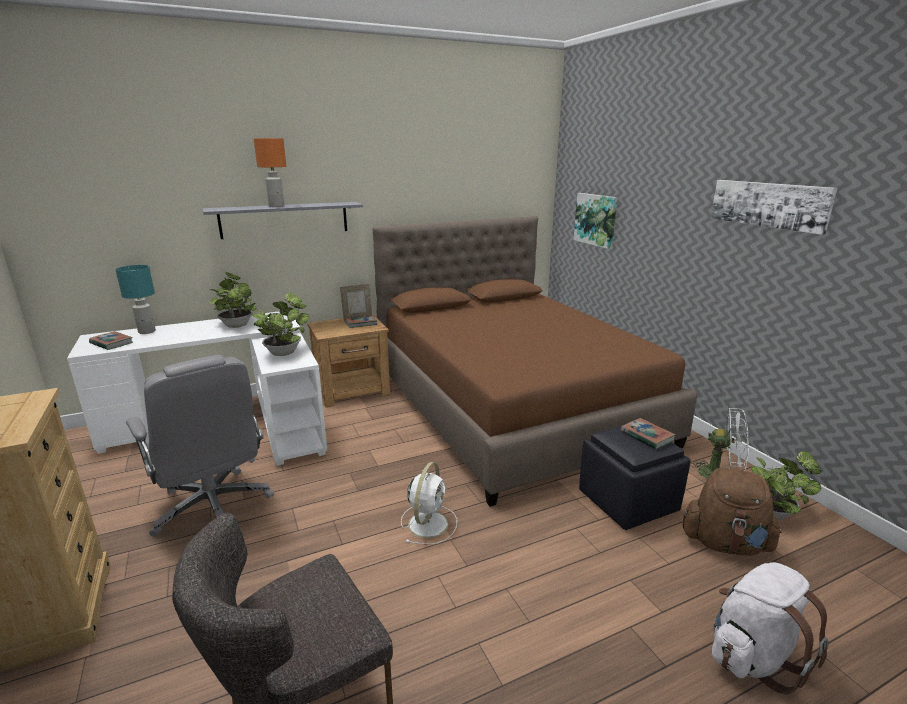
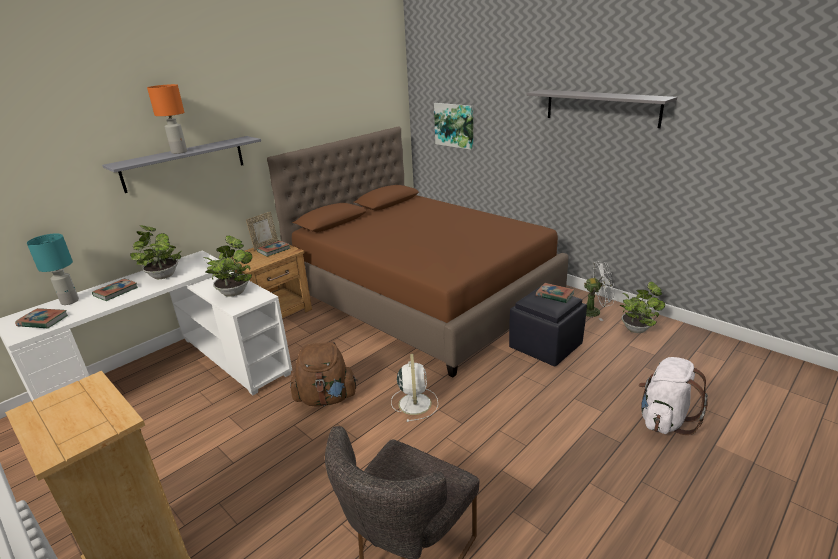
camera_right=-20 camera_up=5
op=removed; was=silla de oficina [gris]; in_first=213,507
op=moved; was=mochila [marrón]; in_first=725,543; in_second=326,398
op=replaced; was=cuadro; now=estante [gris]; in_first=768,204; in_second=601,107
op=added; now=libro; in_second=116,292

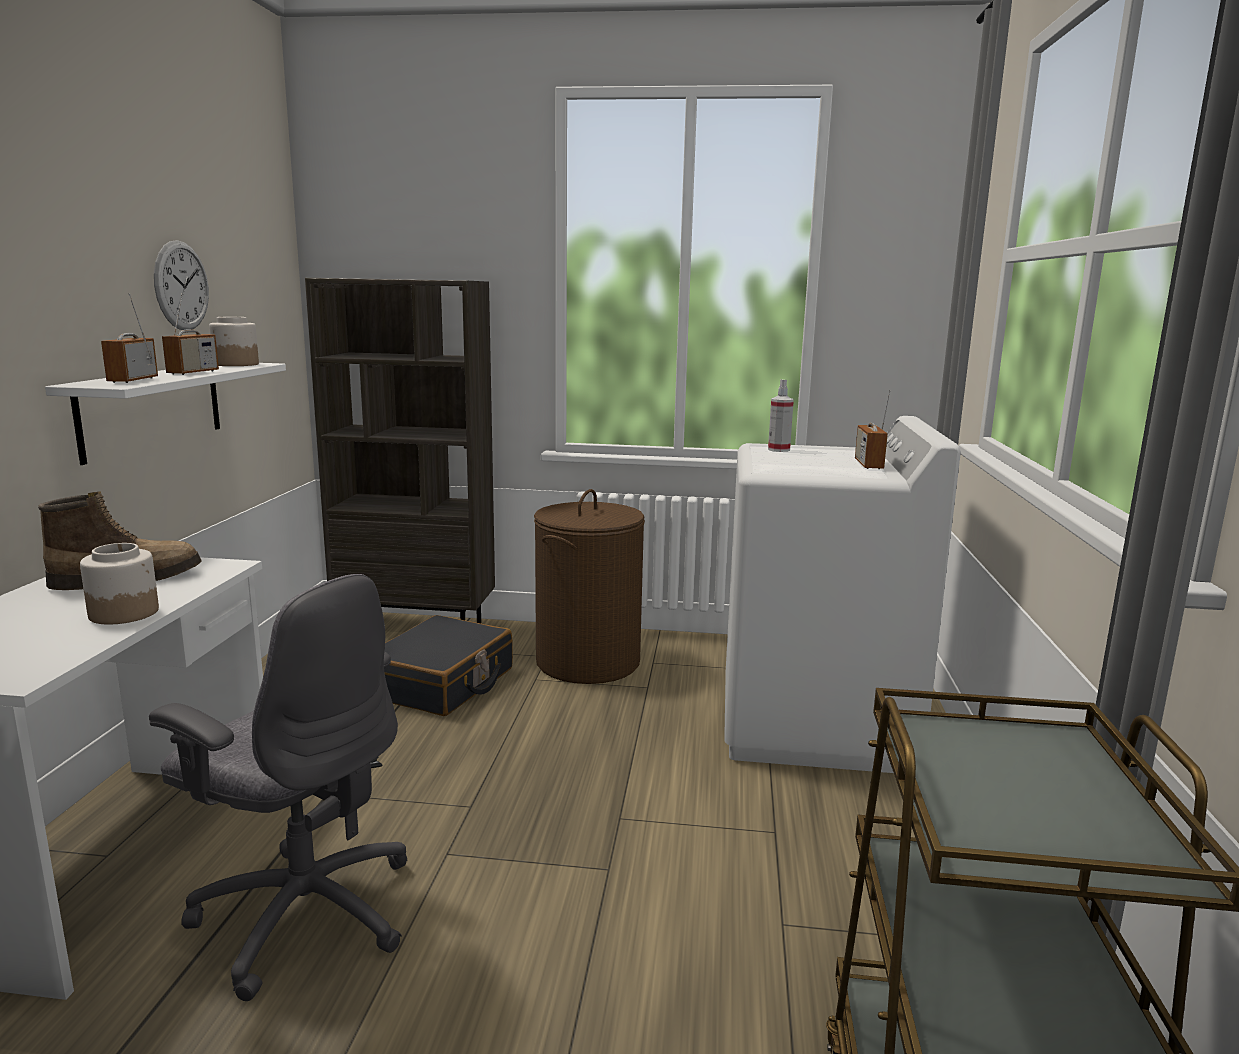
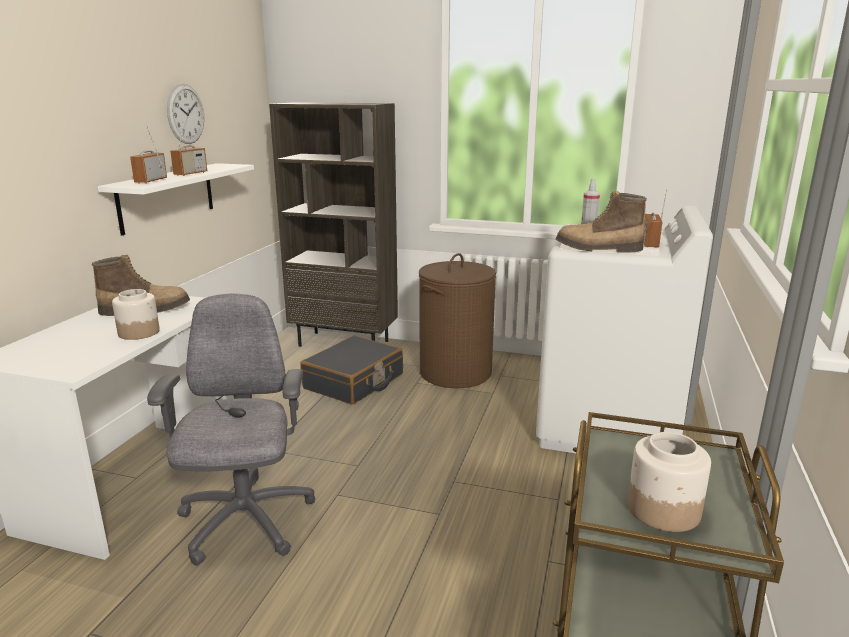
camera_right=10 camera_up=5
op=turned; was=silla de oficina [gris]; in_first=304,912; in_second=245,523; clockwise=-135
op=moved; was=tarro; in_first=235,364; in_second=662,509
op=added; now=bota; in_second=598,249

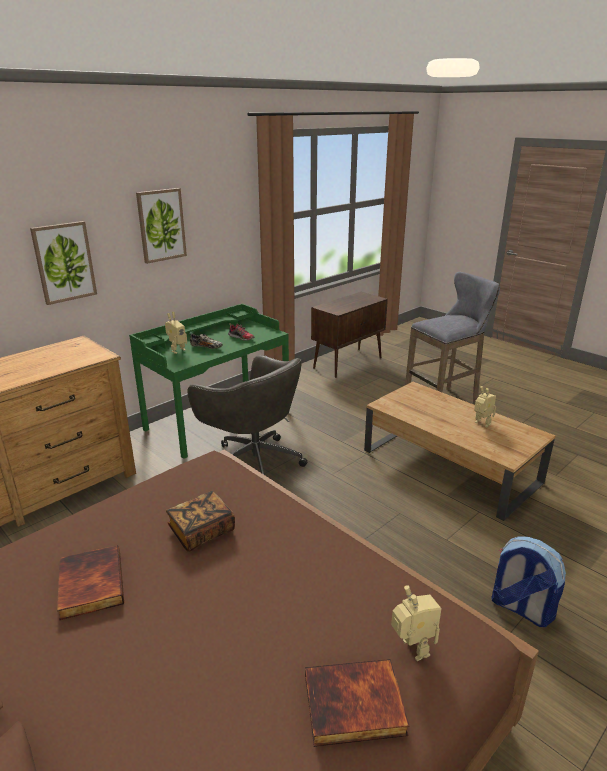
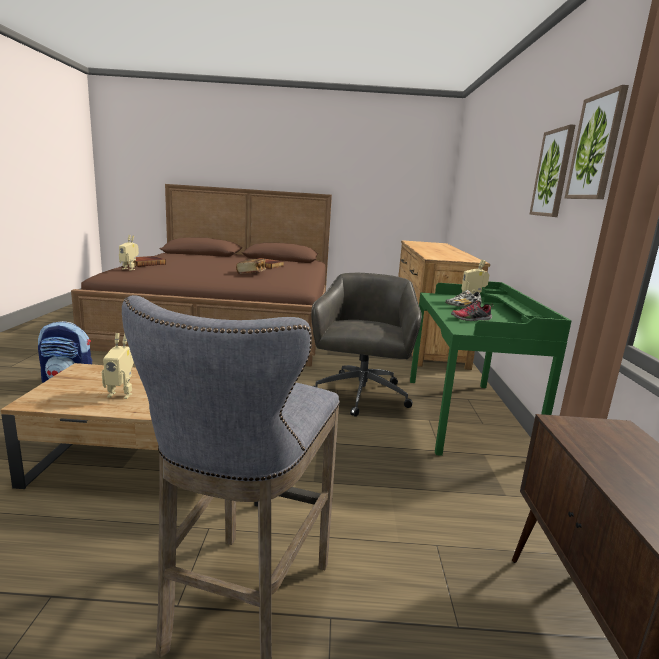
camera_right=135 camera_up=-10
op=moved; was=cuadro; in_first=64,262; in_second=596,147
op=turned; was=silla de oficina [gris]; in_first=253,461; in_second=361,396; clockwise=105

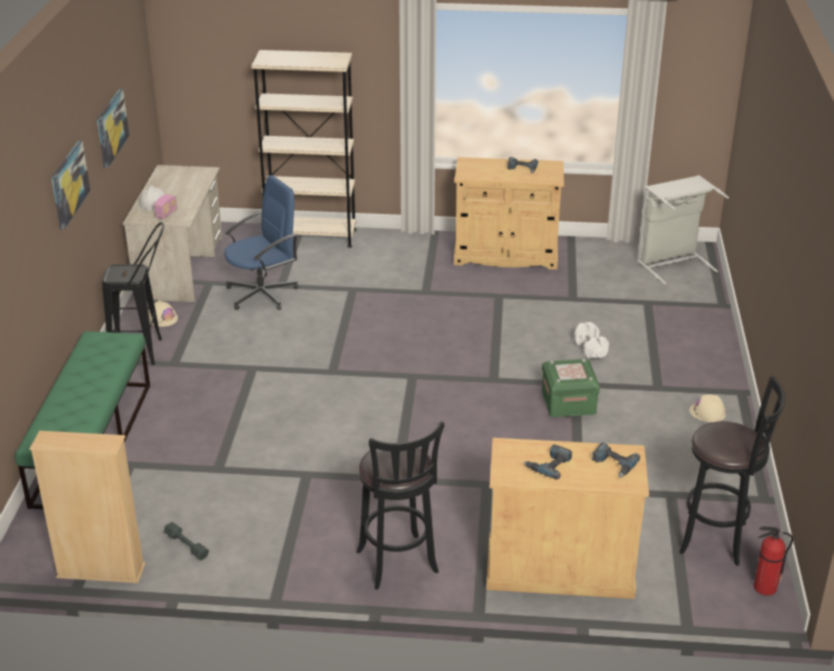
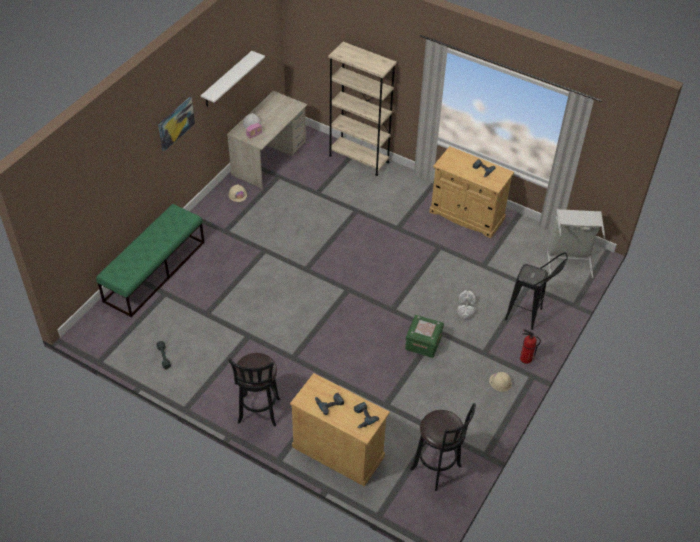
camera_right=25 camera_up=15
op=removed; was=estantería [beis]; in_first=101,571
op=replaced; was=cuadro; now=estante [blanco]; in_first=111,128; in_second=227,80
op=moved; was=taburete [negro]; in_first=145,352; in_second=529,316
op=removed; was=silla de oficina [azul]; in_first=263,294
op=moved; was=extintor; in_first=764,588; in_second=525,358

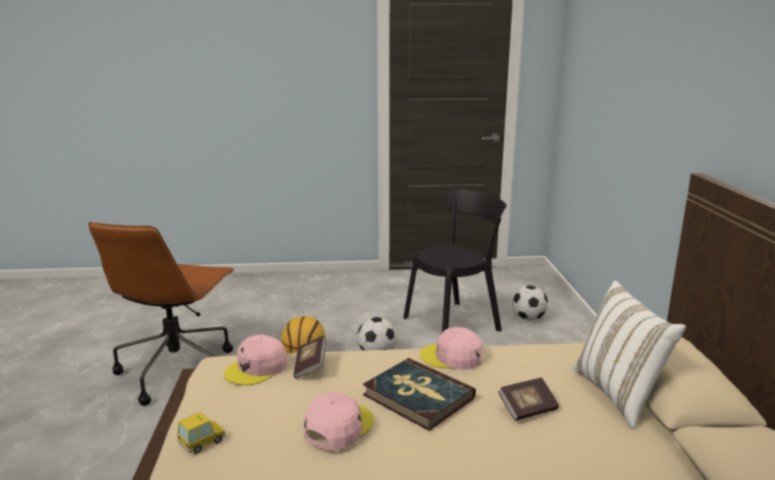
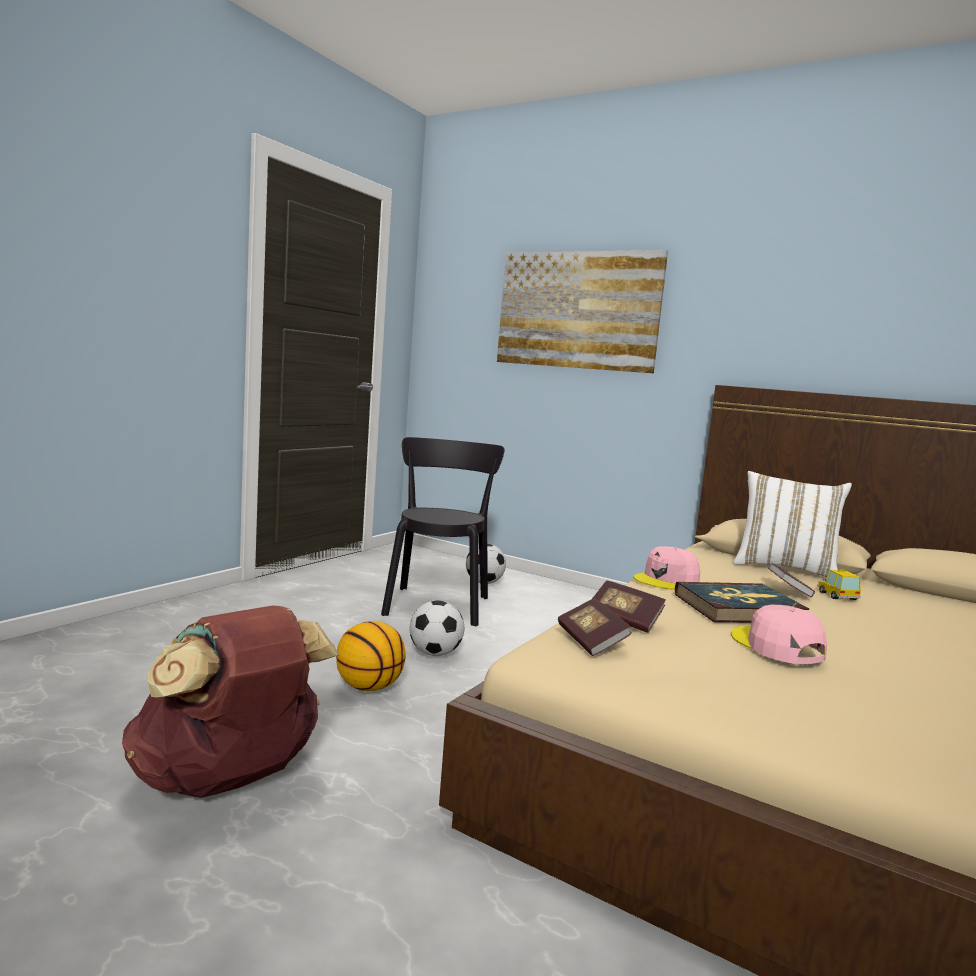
camera_right=-55 camera_up=-10
op=replaced; was=silla de oficina [marrón]; now=mochila [marrón]; in_first=177,370; in_second=229,780
op=moved; was=coche de juguete; in_first=202,442; in_second=837,596
op=replaced; was=gorra [rosa]; now=libro; in_first=257,368; in_second=591,641
op=added; now=cuadro; in_second=577,310

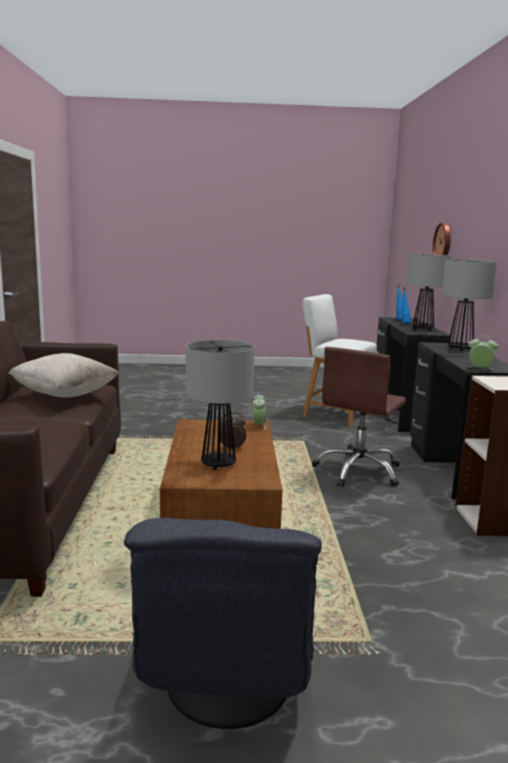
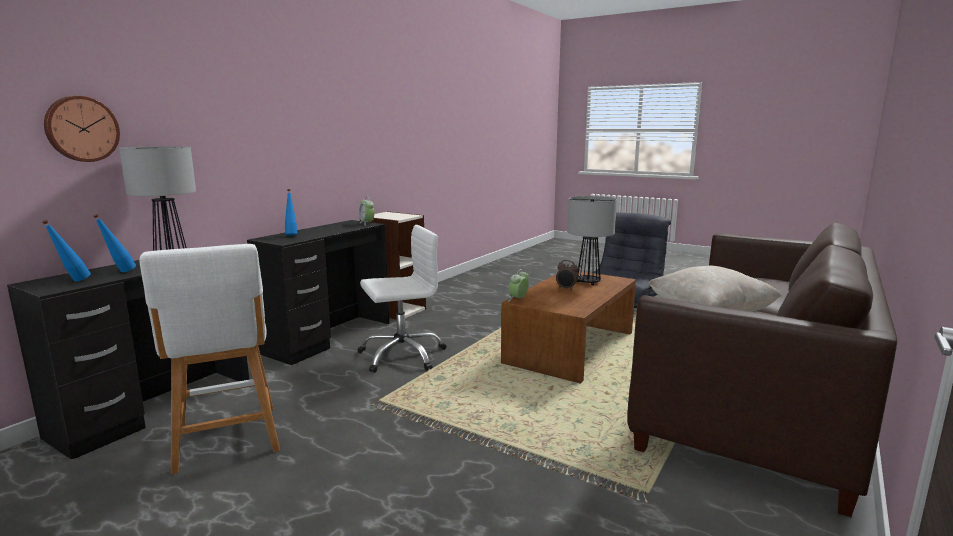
camera_right=-145 camera_up=0
op=recoloured; was=silla de oficina [marrón]; now=silla de oficina [blanco]; in_first=358,471; in_second=402,355
op=replaced; was=lámpara de mesa; now=botella [azul]; in_first=460,349; in_second=291,235

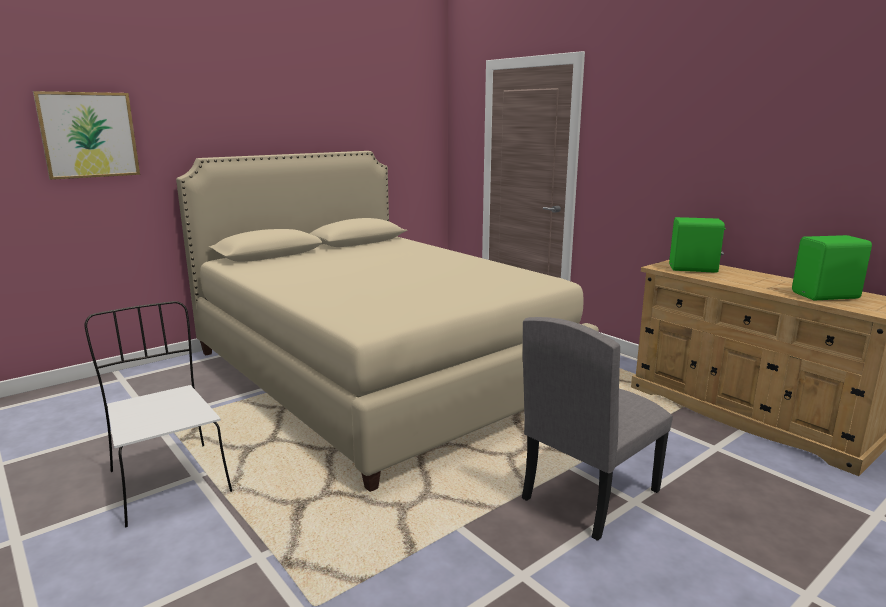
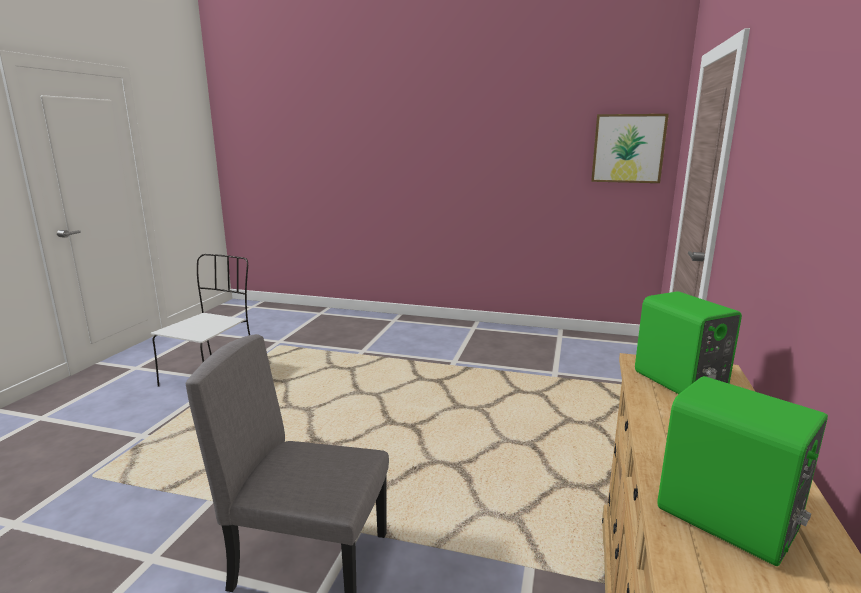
camera_right=55 camera_up=0
op=moved; was=cuadro; in_first=89,135; in_second=628,148
op=removed; was=cama [beis]; in_first=379,373

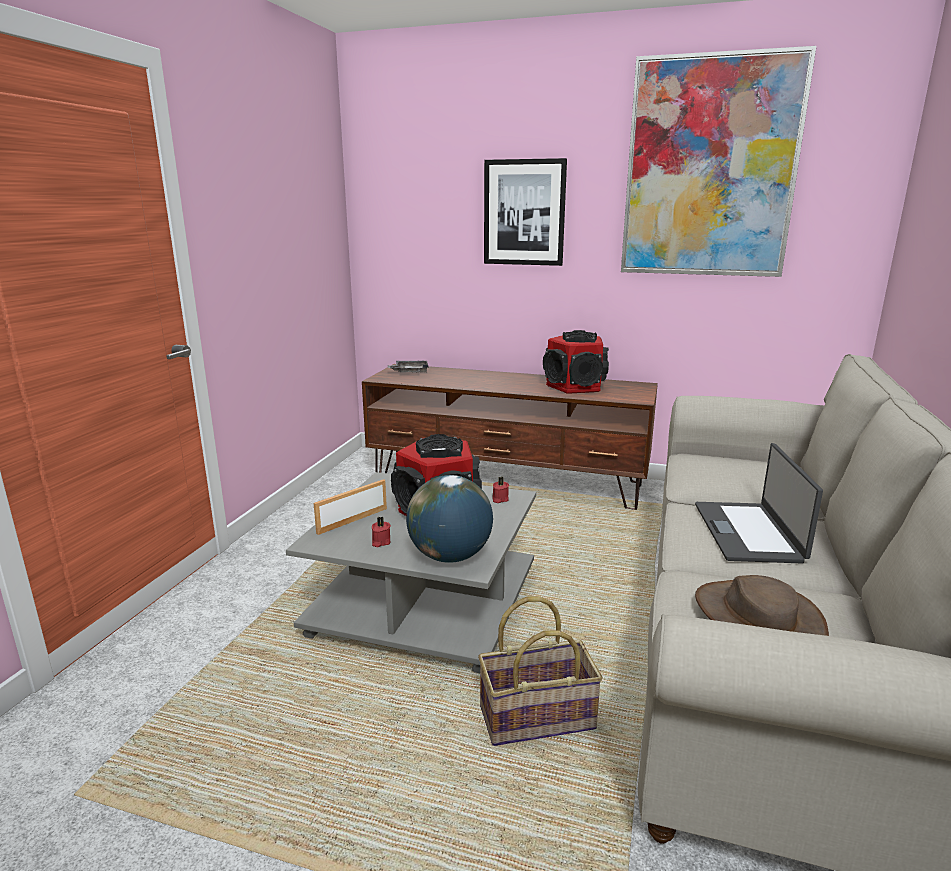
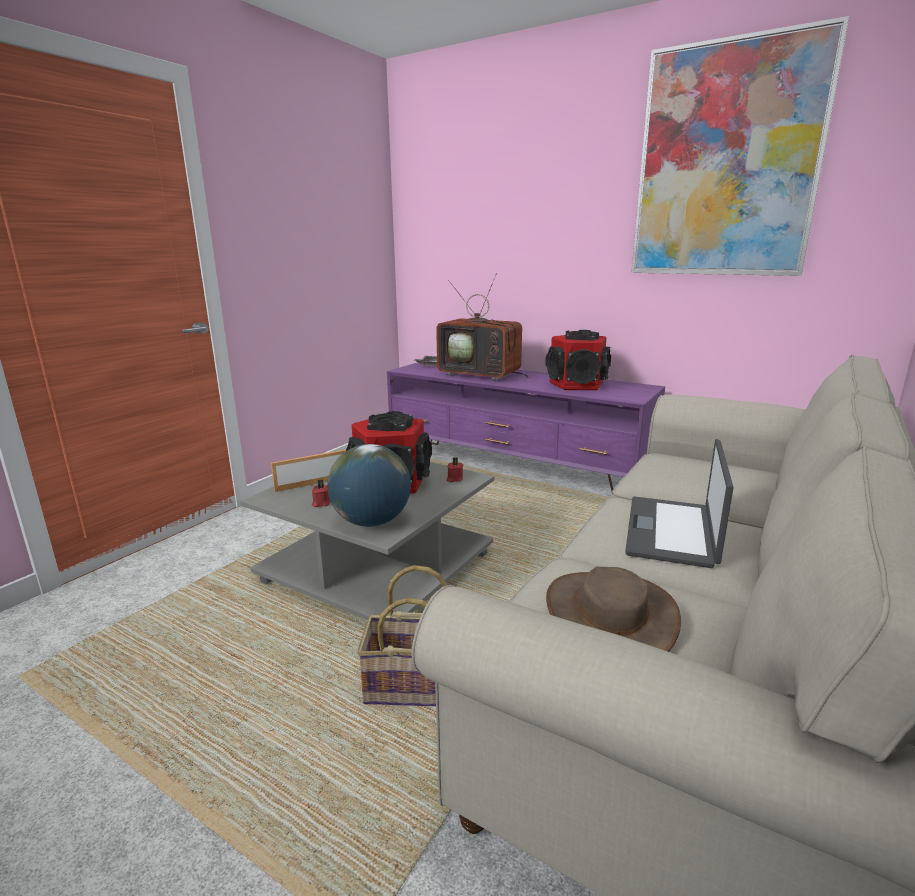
camera_right=15 camera_up=0
op=recoloured; was=mueble de televisión [marrón]; now=mueble de televisión [morado]; in_first=508,480; in_second=515,472
op=removed; was=cuadro; in_first=524,213
op=added; now=televisor; in_second=482,375

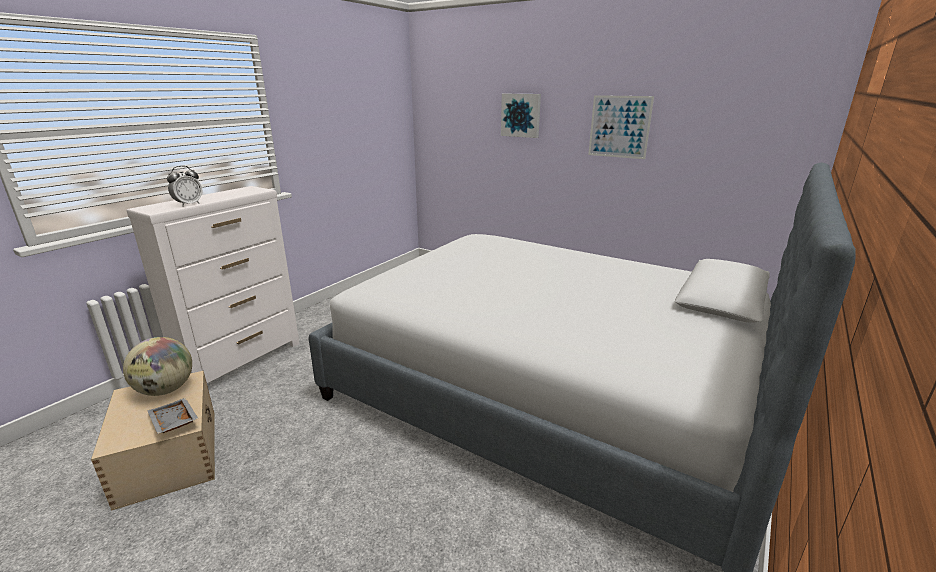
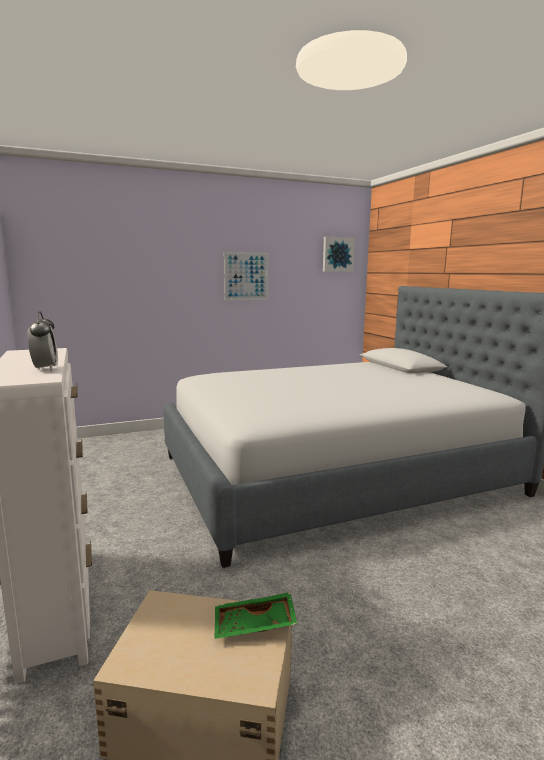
camera_right=-55 camera_up=-10
op=removed; was=globo terráqueo; in_first=165,390
op=recoloured; was=bandeja [gris]; now=bandeja [verde]; in_first=173,422; in_second=254,626
op=moved; was=cuadro; in_first=521,115; in_second=337,254

